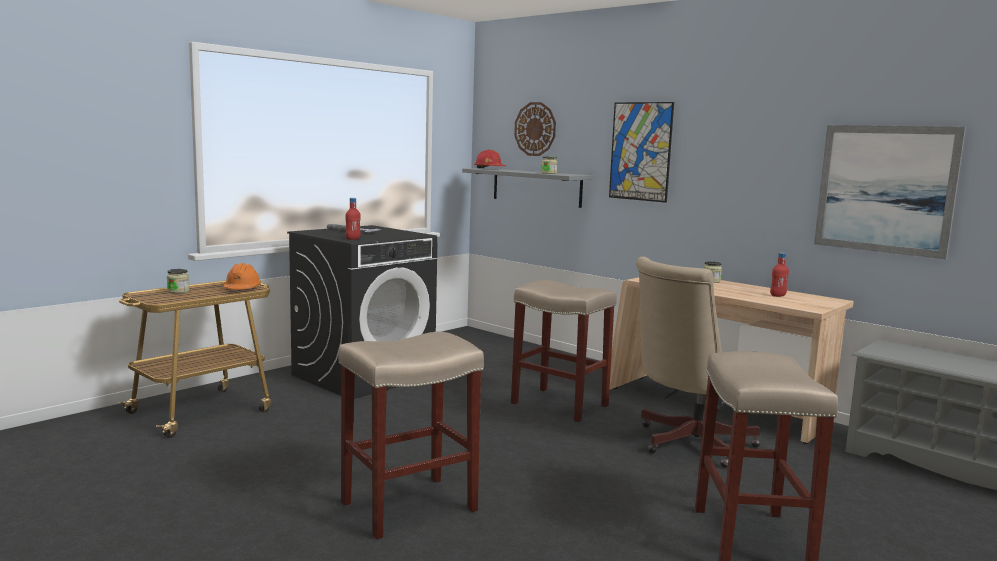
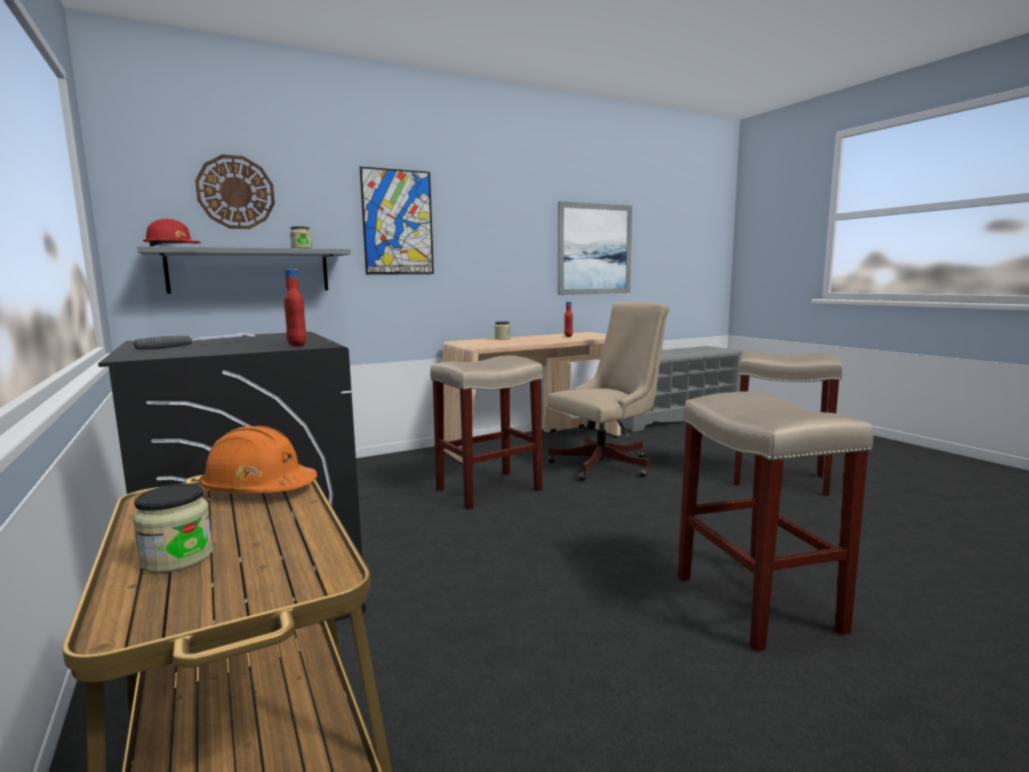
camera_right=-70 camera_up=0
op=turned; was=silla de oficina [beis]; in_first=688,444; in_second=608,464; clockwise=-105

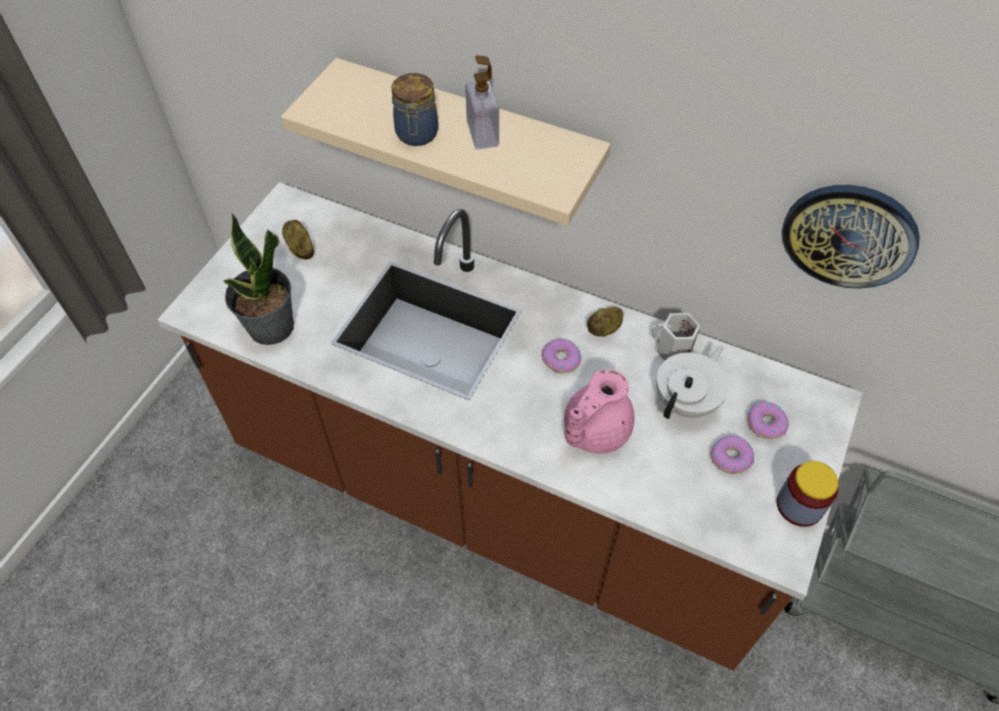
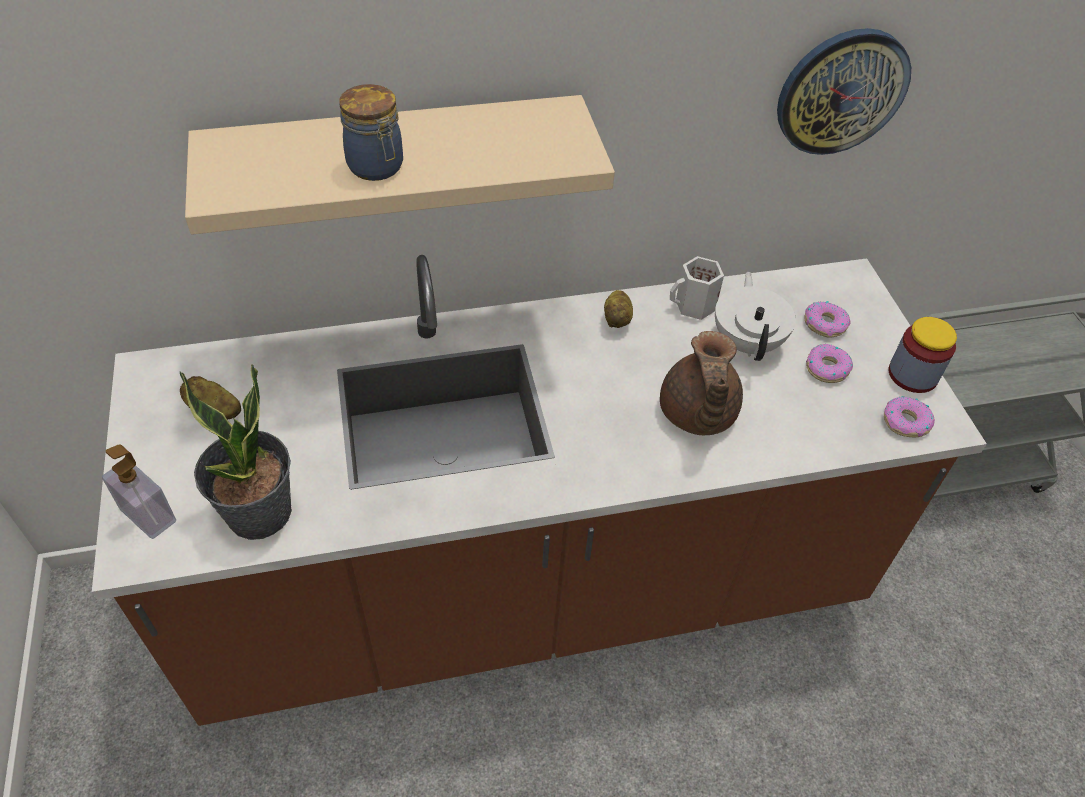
camera_right=-40 camera_up=-5
op=moved; was=dispensador de jabón; in_first=482,133; in_second=148,515
op=moved; was=rosquilla; in_first=561,359; in_second=905,422
op=recoloured; was=tetera [rosa]; now=tetera [marrón]; in_first=593,430; in_second=696,415

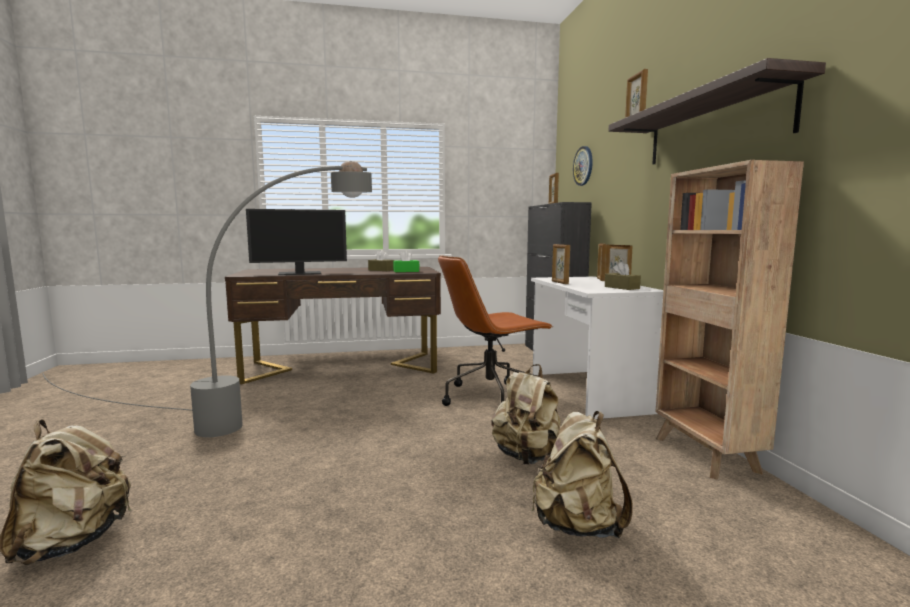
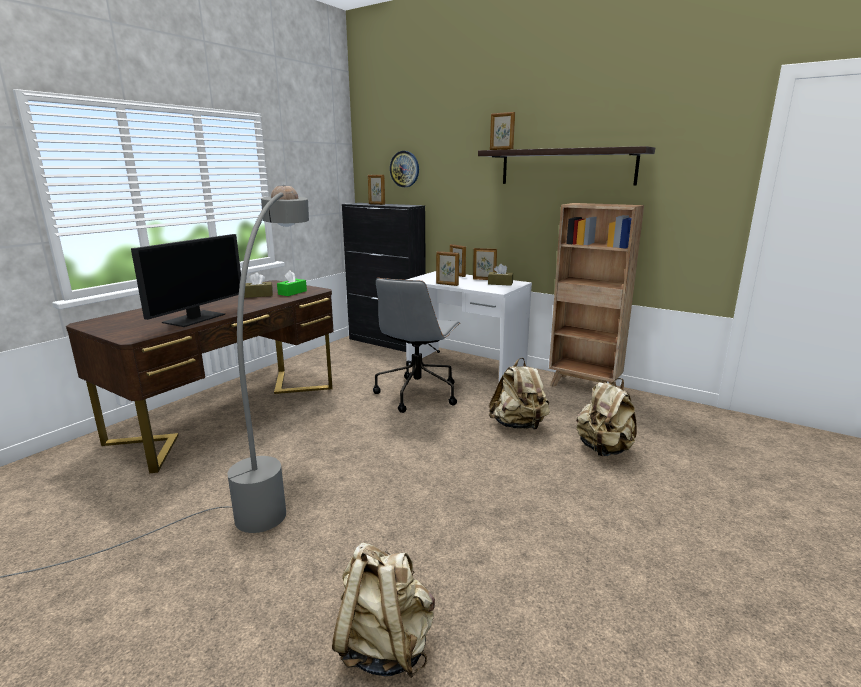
camera_right=-45 camera_up=10
op=recoloured; was=silla de oficina [marrón]; now=silla de oficina [gris]; in_first=491,397; in_second=418,393

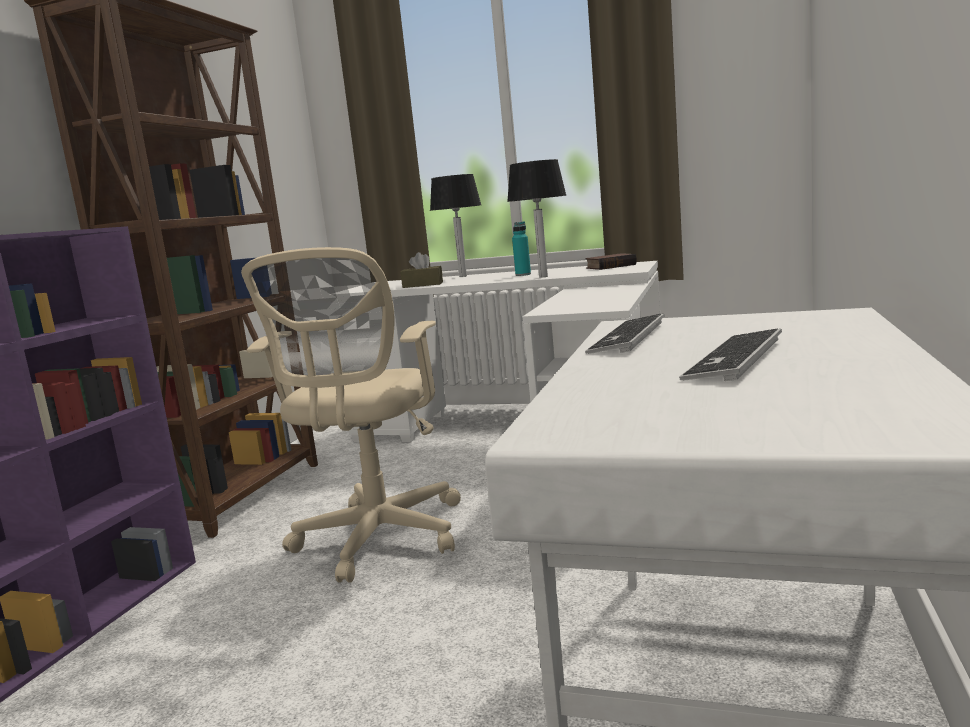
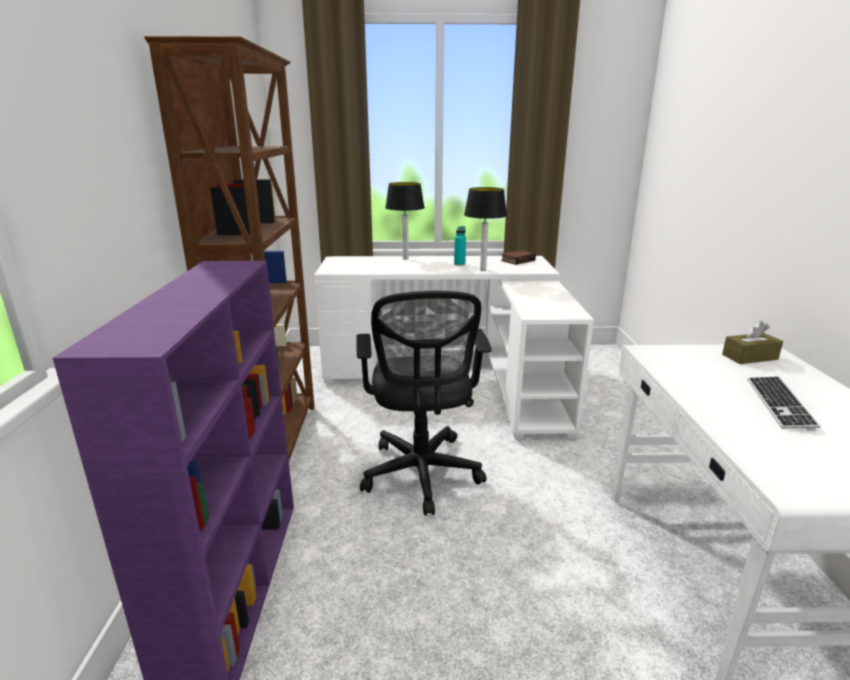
camera_right=-20 camera_up=10
op=recoloured; was=silla de oficina [beis]; now=silla de oficina [negro]; in_first=377,540; in_second=421,476
op=moved; was=caja de pañuelos [marrón]; in_first=422,285; in_second=749,357
op=removed; was=teclado; in_first=628,337

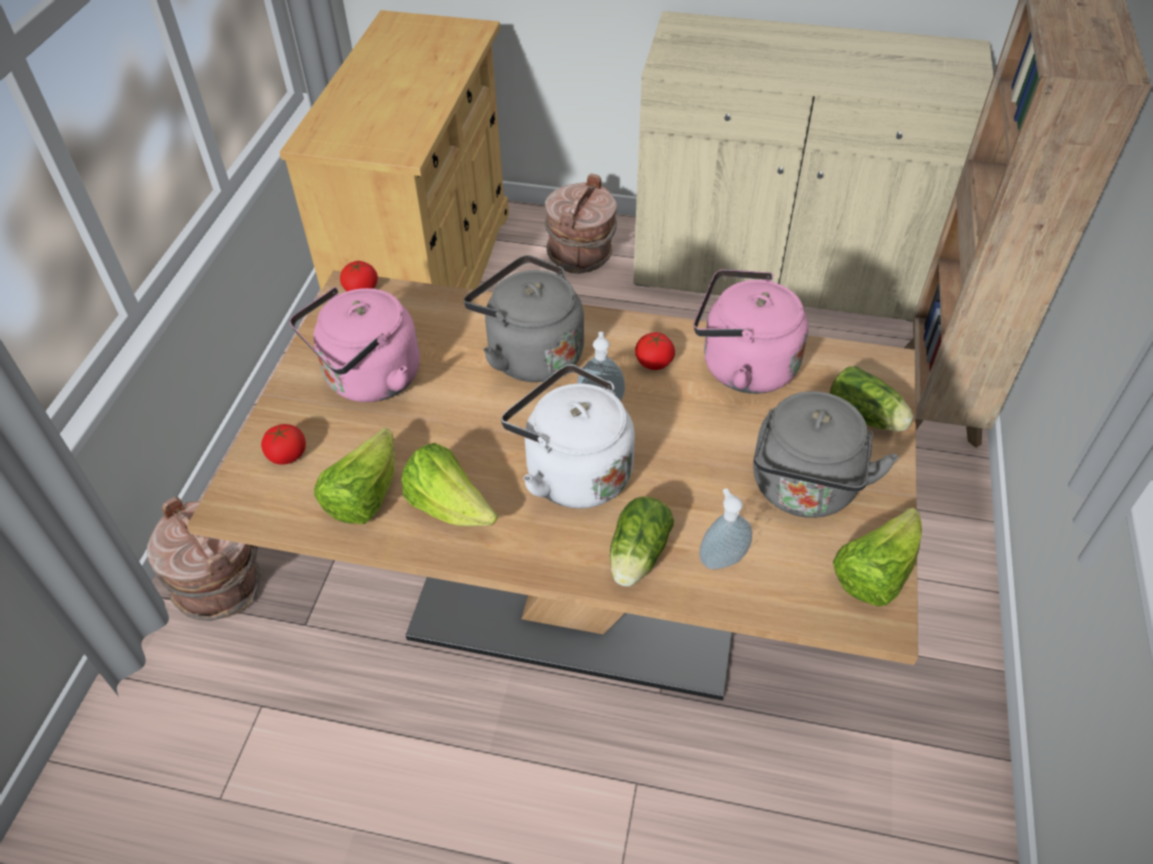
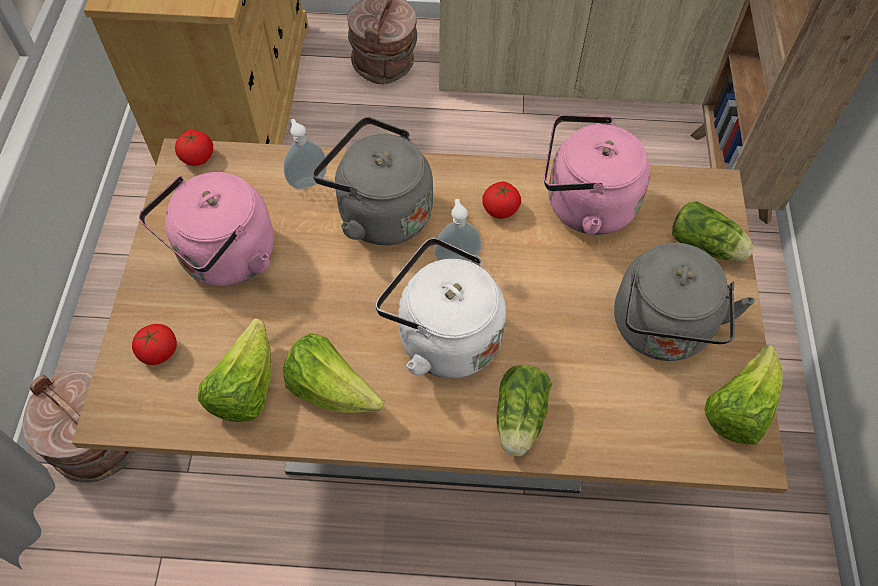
camera_right=-10 camera_up=10
op=moved; was=dispensador de jabón; in_first=721,559; in_second=307,180

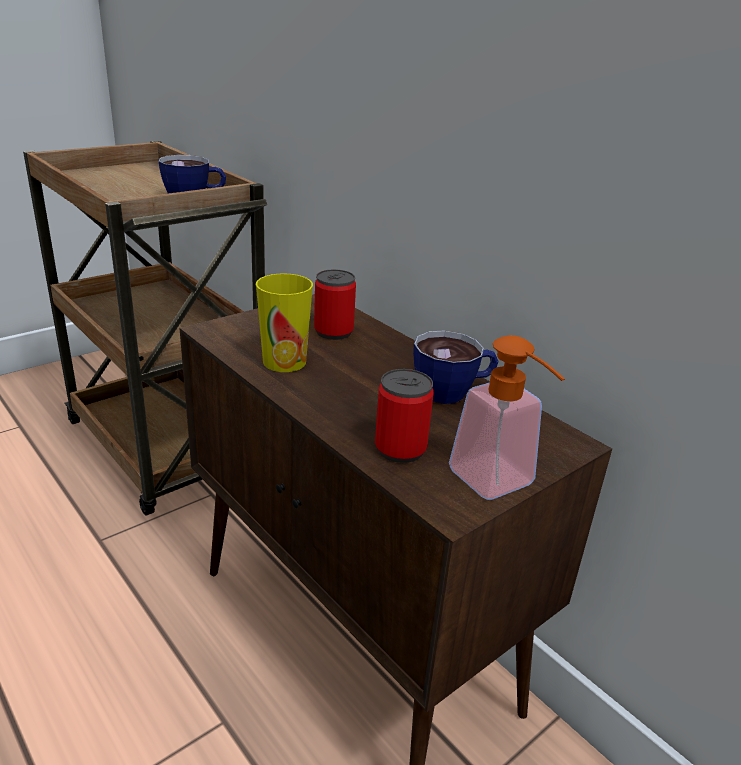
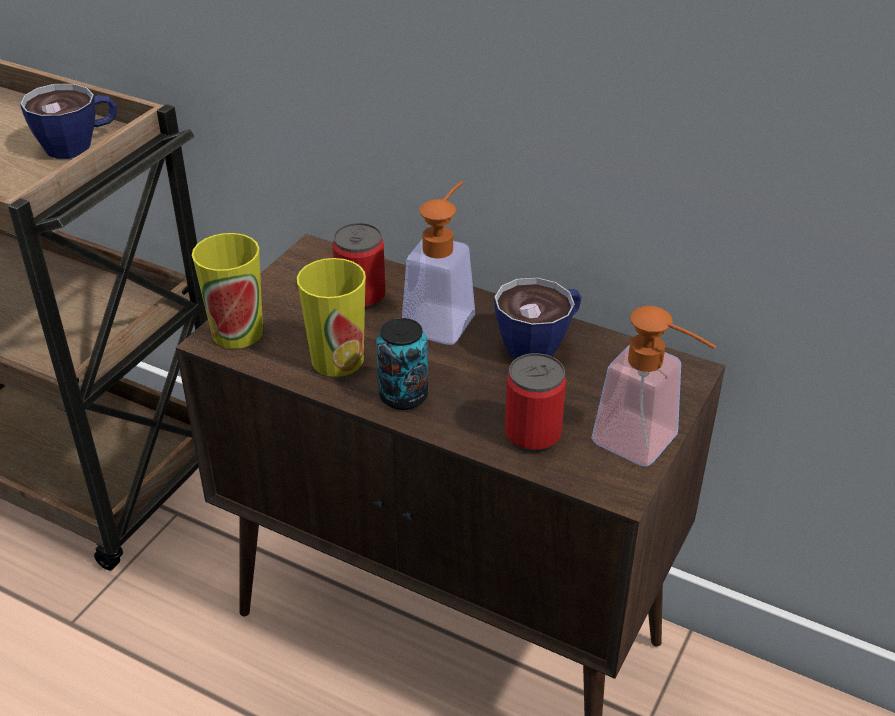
camera_right=-20 camera_up=10
op=added; now=taza; in_second=237,332
op=added; now=lata; in_second=403,396
op=added; now=dispensador de jabón; in_second=443,317

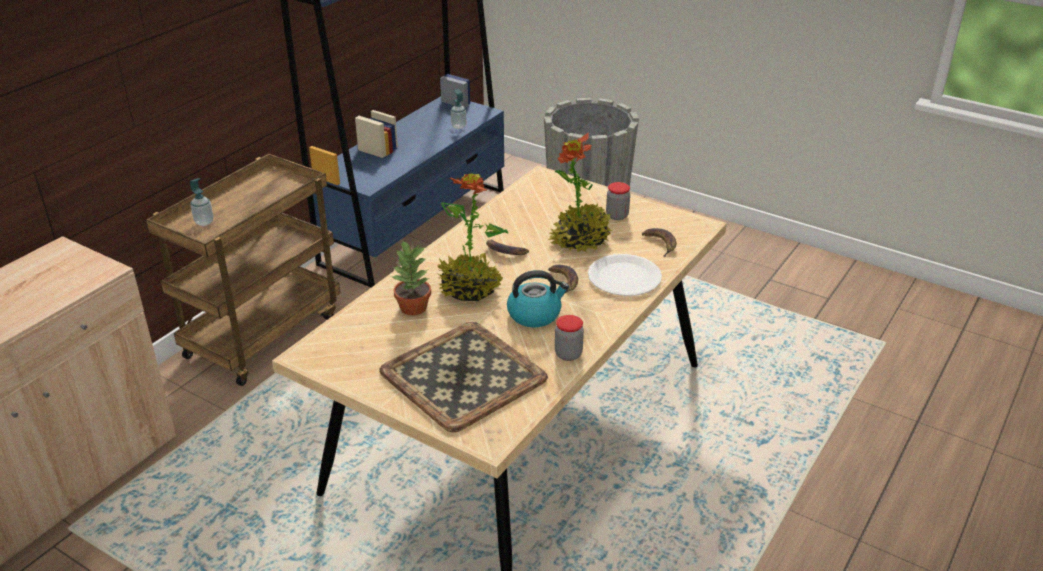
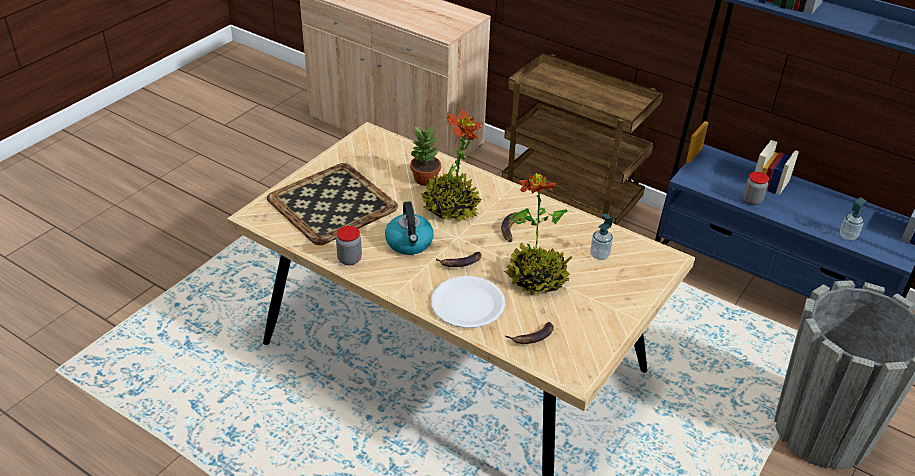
camera_right=90 camera_up=5
op=moved; was=dispensador de jabón; in_first=204,222; in_second=599,255
op=moved; was=tarro; in_first=617,216; in_second=752,200

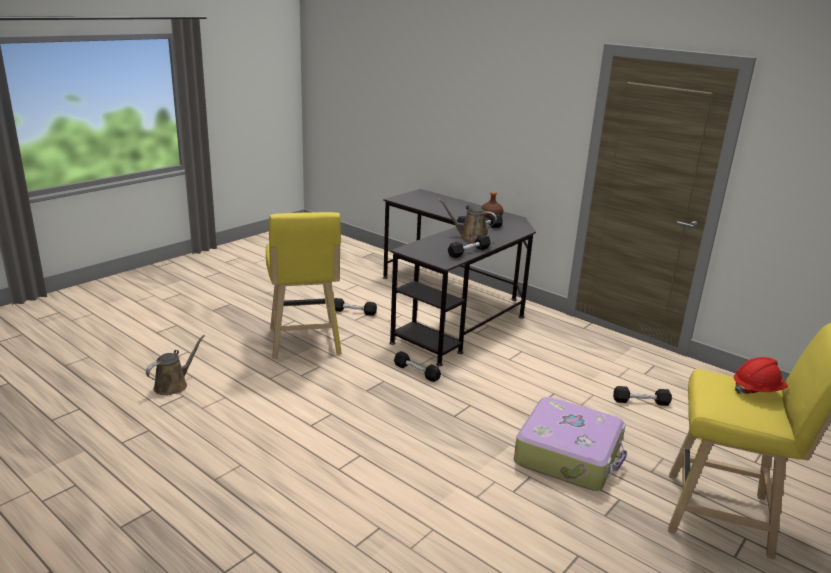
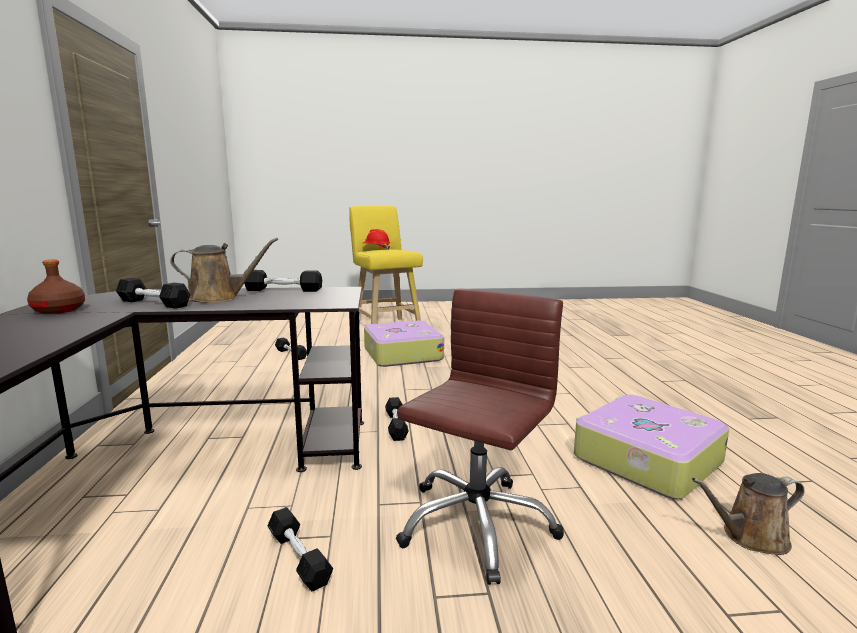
camera_right=-135 camera_up=-10
op=replaced; was=taburete [amarillo]; now=silla de oficina [marrón]; in_first=304,343; in_second=475,524
op=turned; was=regadera [marrón]; in_first=470,238; in_second=219,298; clockwise=-75
op=added; now=maleta; in_second=645,459

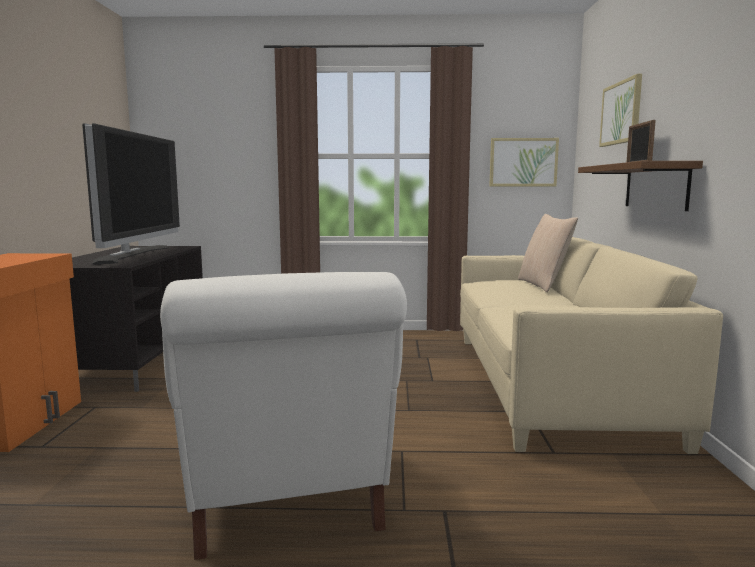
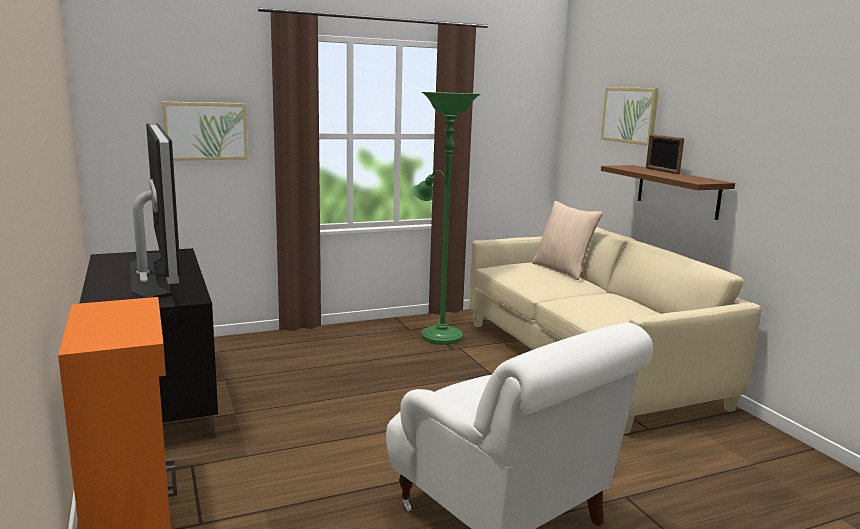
camera_right=-25 camera_up=5
op=moved; was=cuadro; in_first=523,162; in_second=206,131
op=added; now=lámpara de pie [verde]; in_second=438,335

